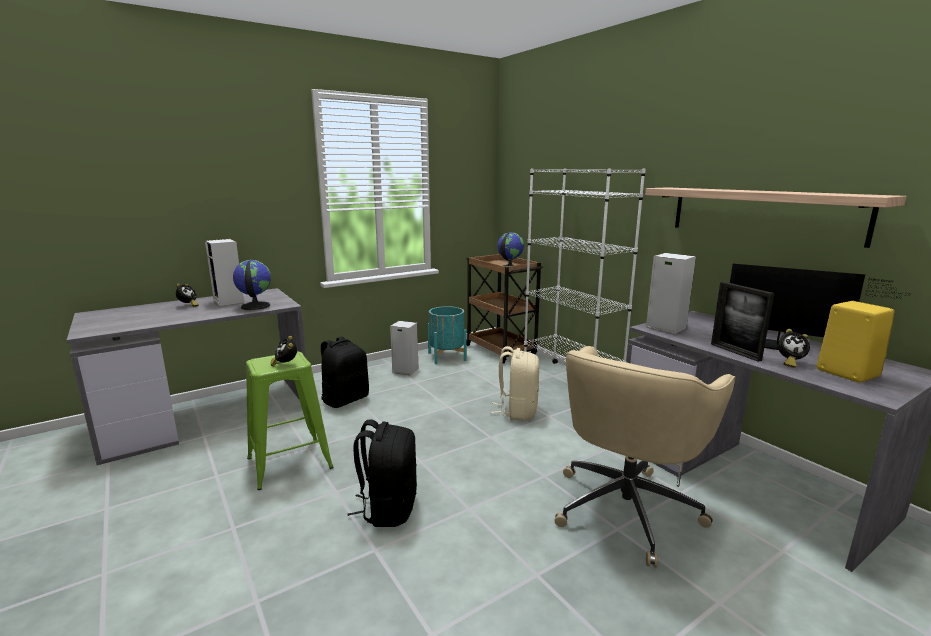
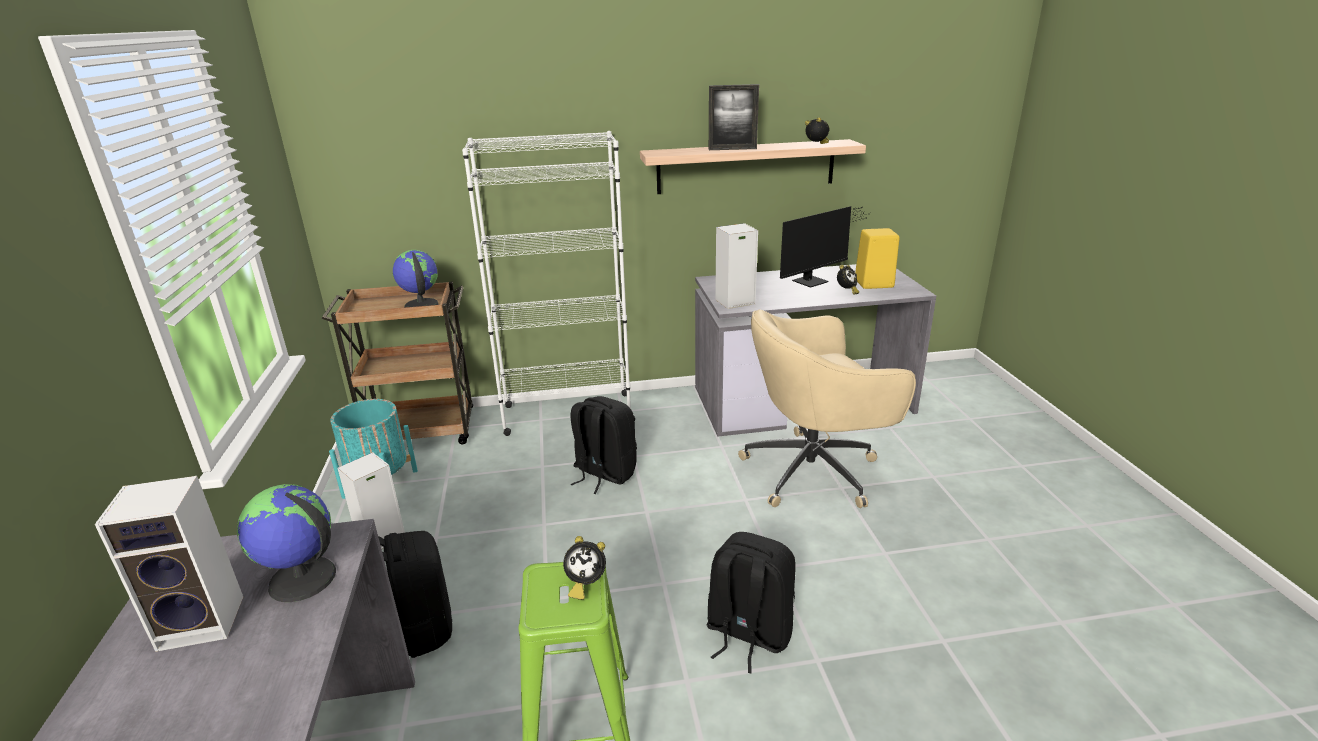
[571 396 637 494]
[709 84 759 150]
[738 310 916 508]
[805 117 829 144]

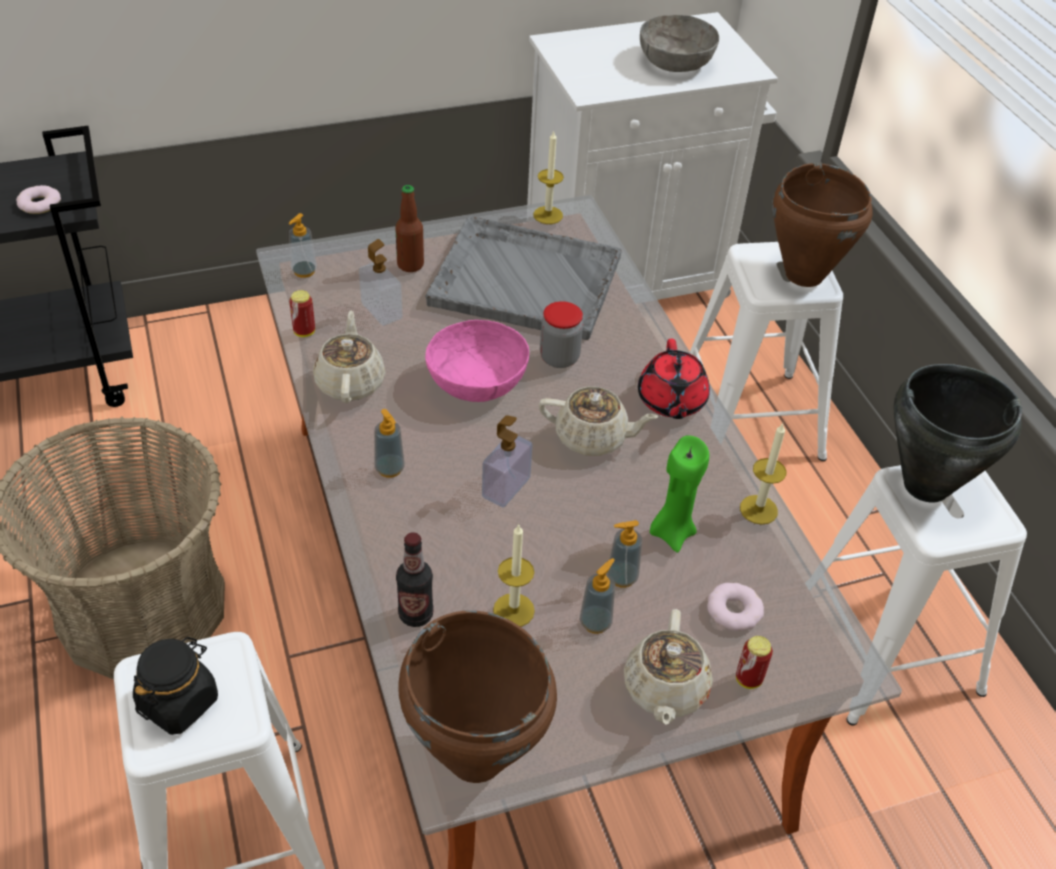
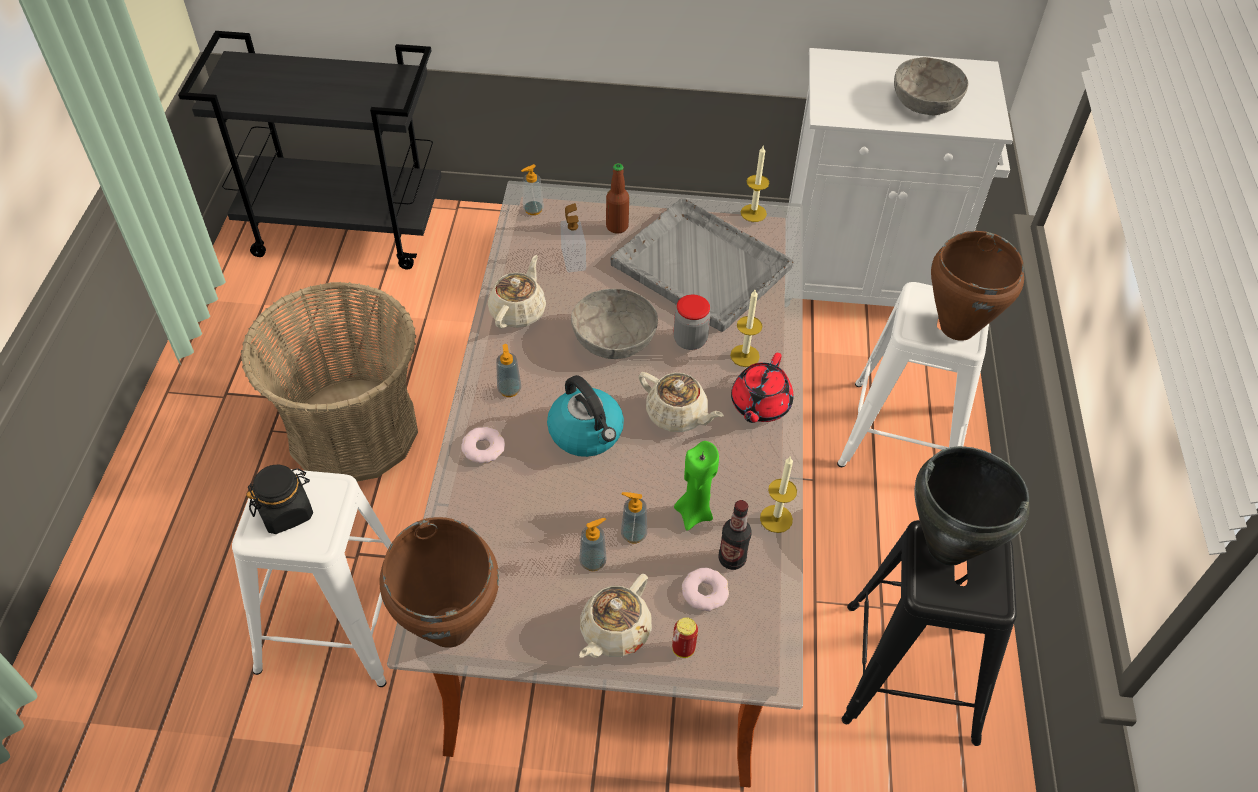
[461 427 505 463]
[547 375 624 457]
[571 289 658 359]
[718 500 752 570]
[730 290 762 367]
[842 520 1017 746]
[289 290 315 337] (first image)

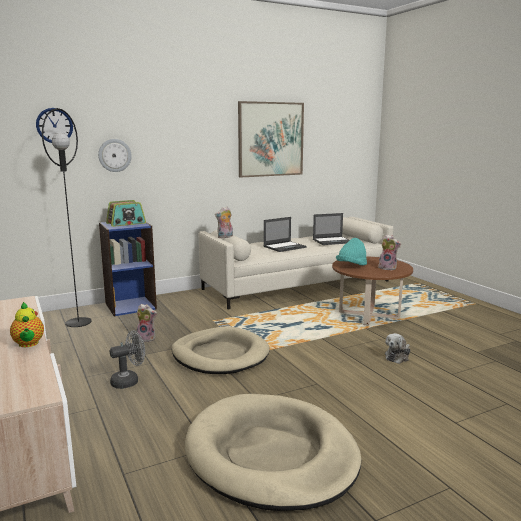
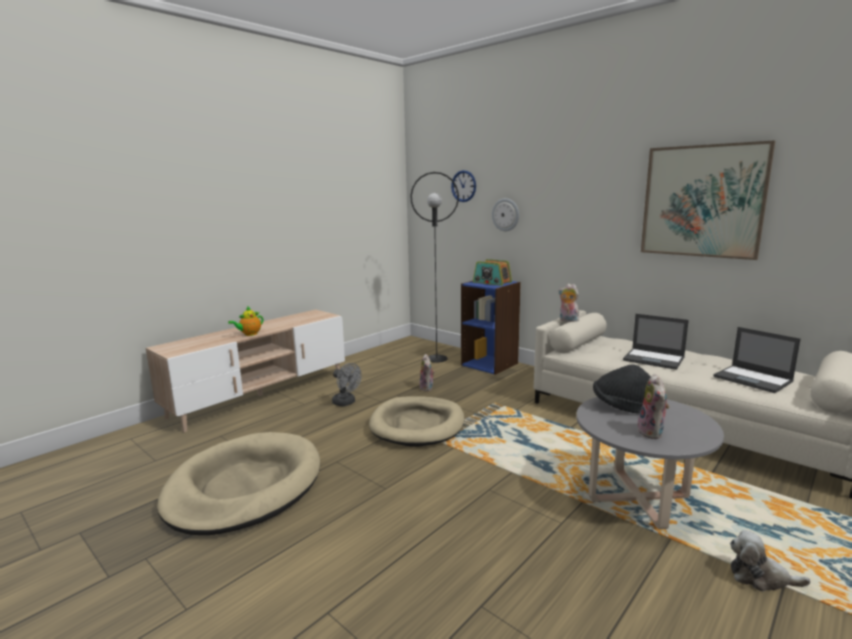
[576 397 724 529]
[593 364 651 414]
[730 530 811 592]

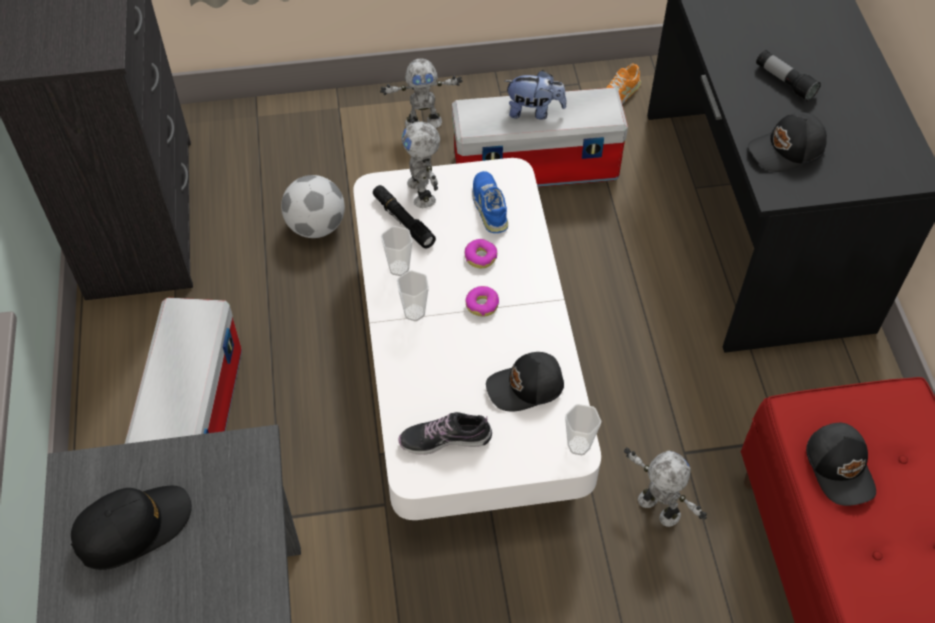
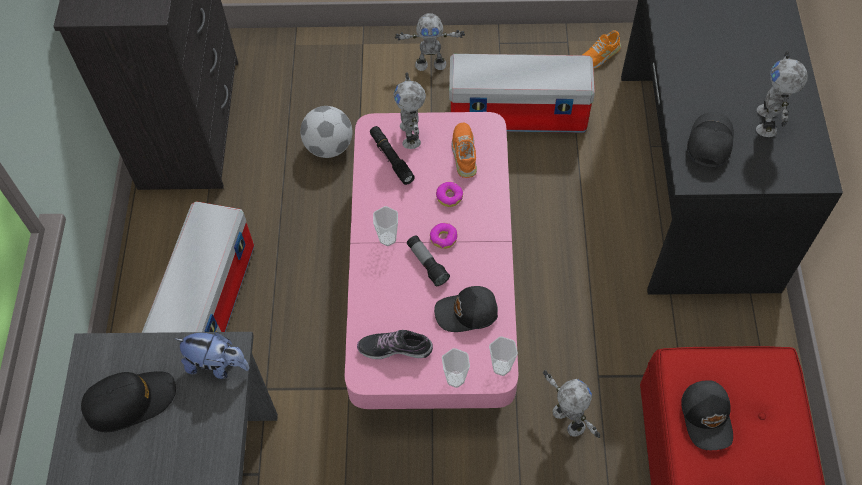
[174 332 249 379]
[345 112 518 409]
[407 235 450 286]
[442 348 470 388]
[451 122 477 178]
[687 112 734 167]
[756 51 808 137]

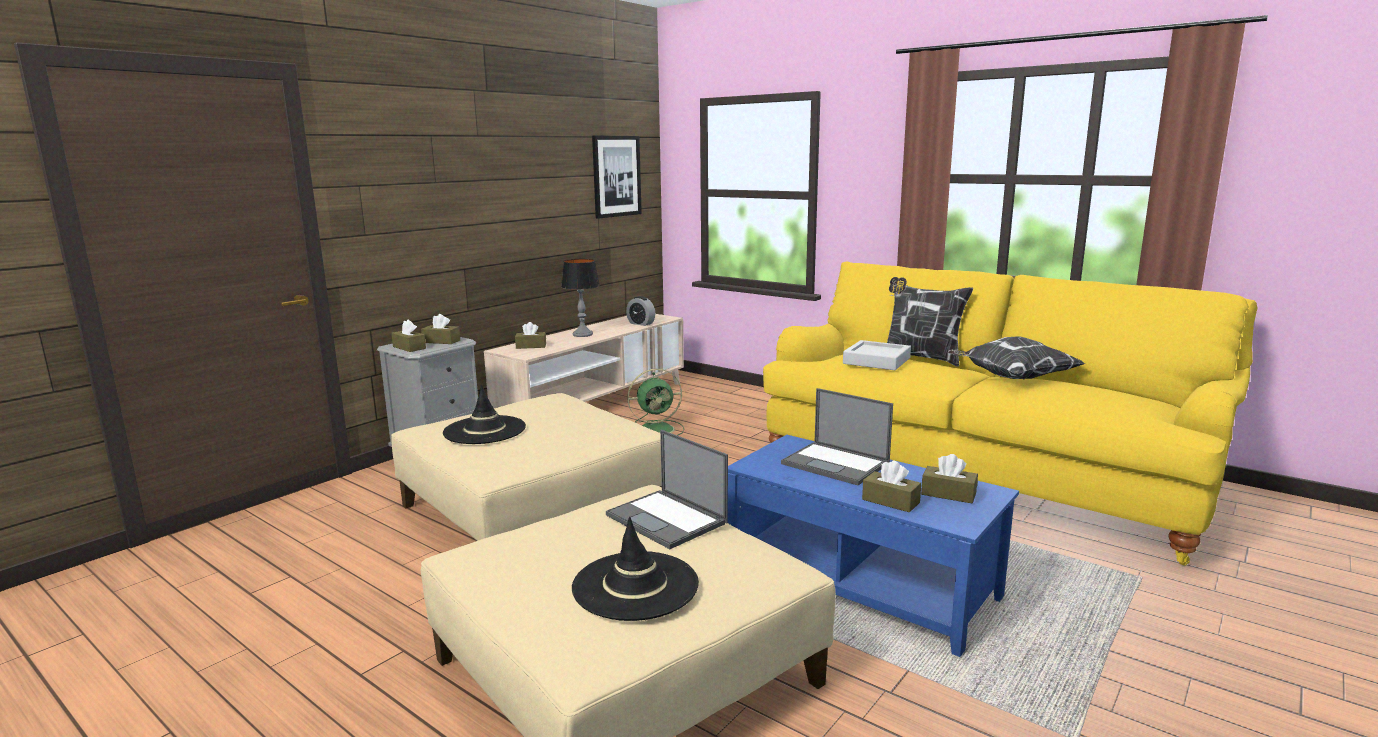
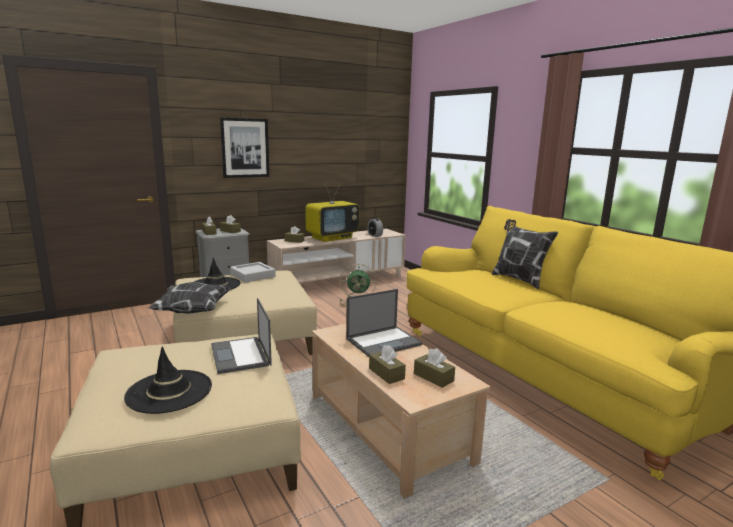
[148 282 231 314]
[220 117 269 178]
[230 262 276 282]
[305 182 359 242]
[312 324 491 498]
[346 289 422 357]

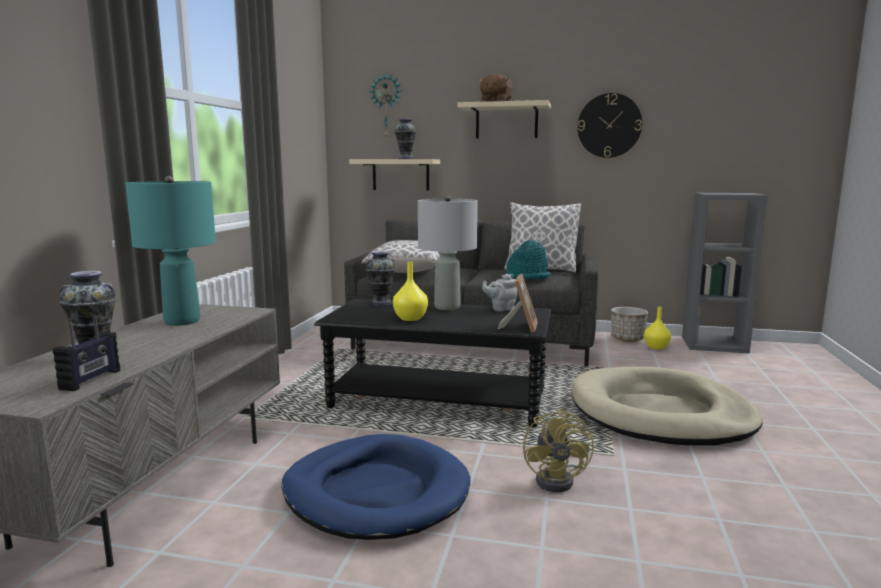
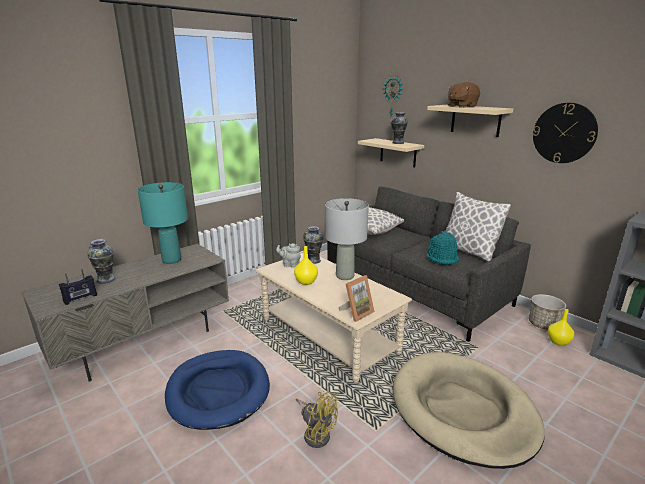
[255 253 412 383]
[276 243 301 268]
[296 391 338 448]

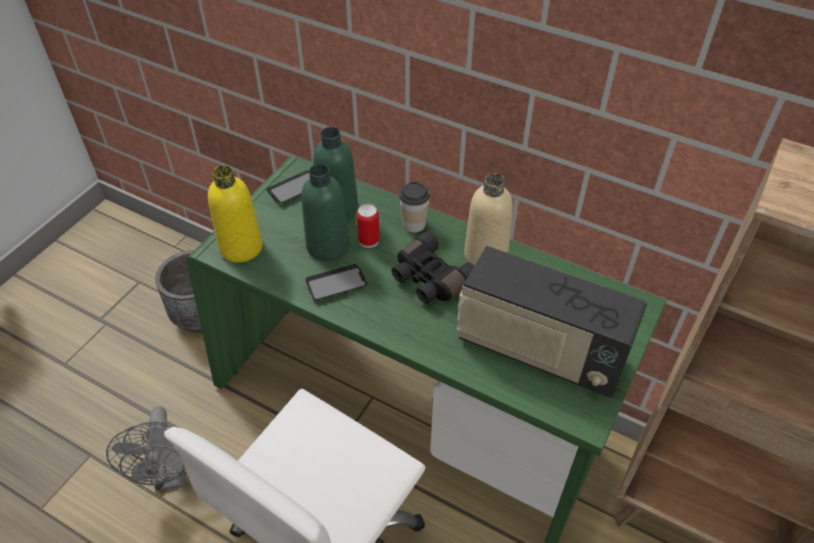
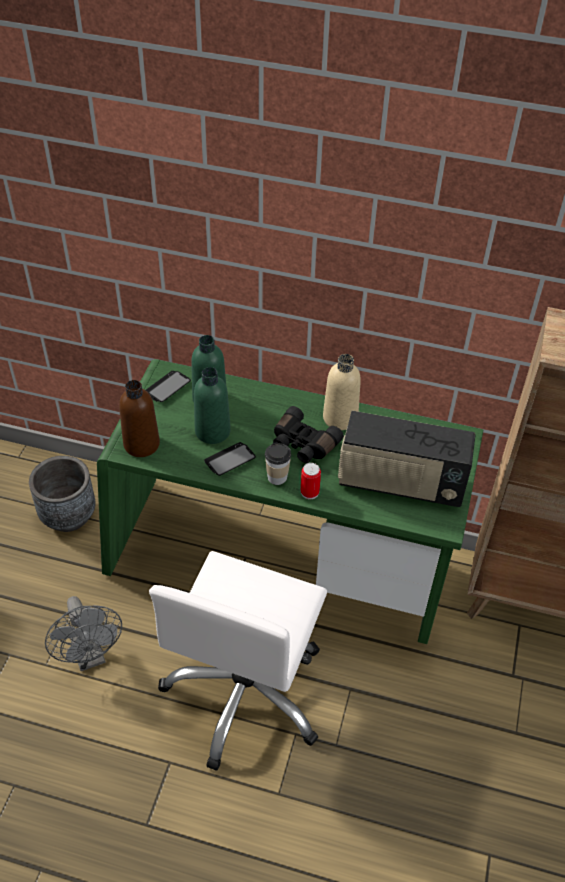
[119 380 160 457]
[265 443 291 485]
[301 463 321 499]

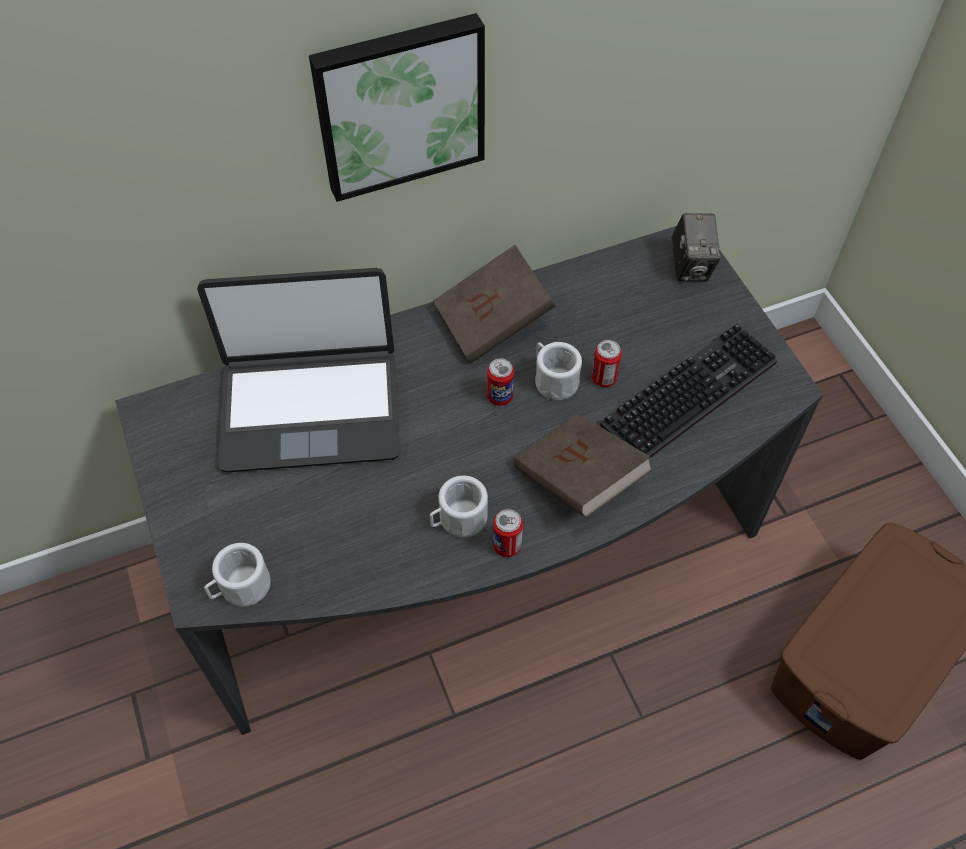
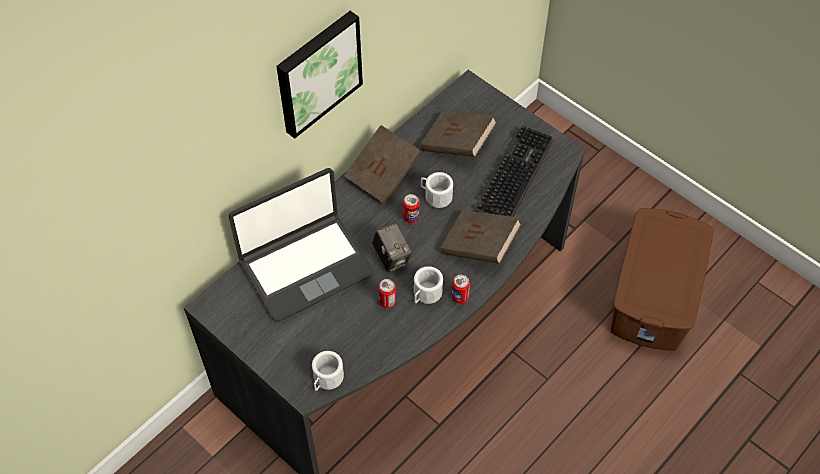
[372 223 412 272]
[378 279 396 308]
[420 111 497 157]

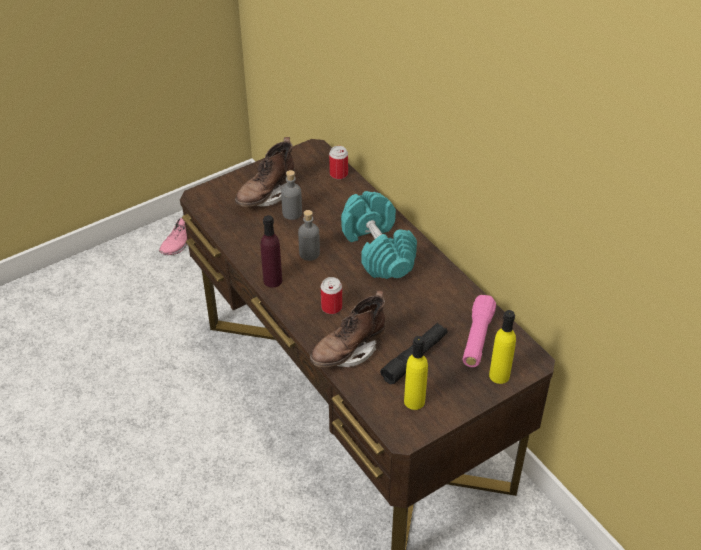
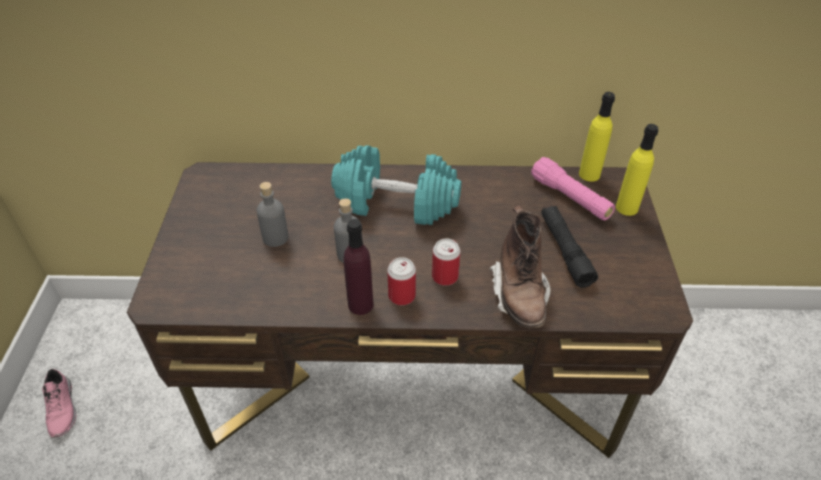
[387 257 416 305]
[579 92 615 182]
[235 137 295 207] (first image)

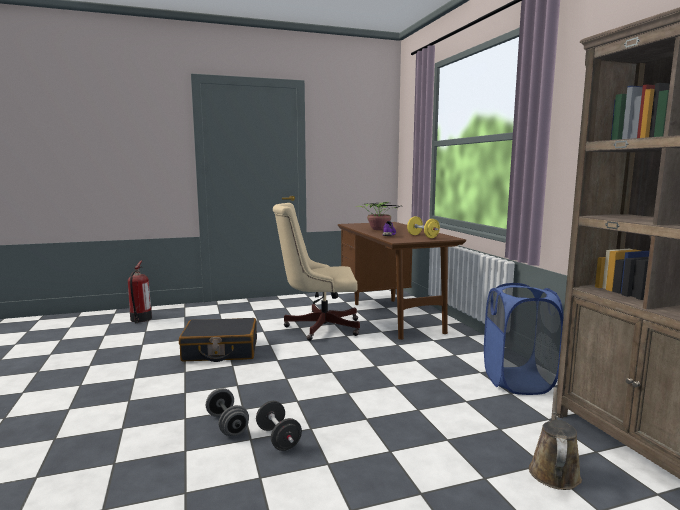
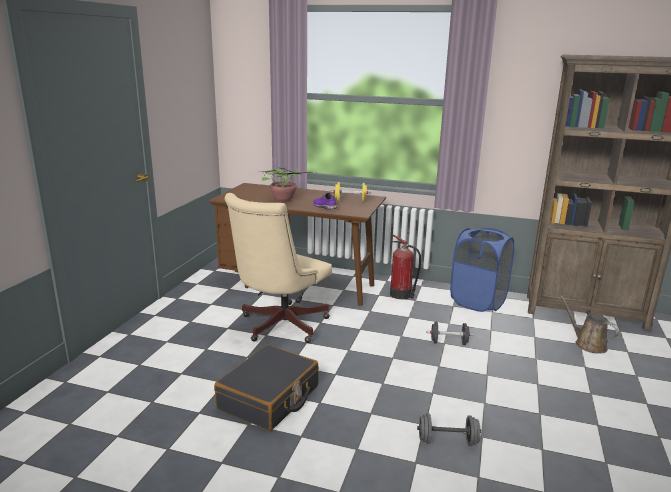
[390 235 421 299]
[427 321 474 345]

